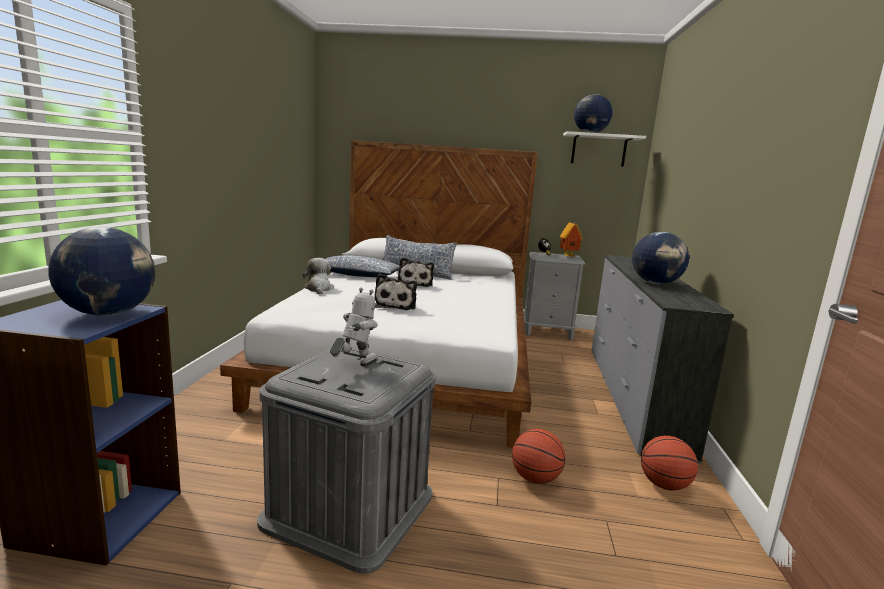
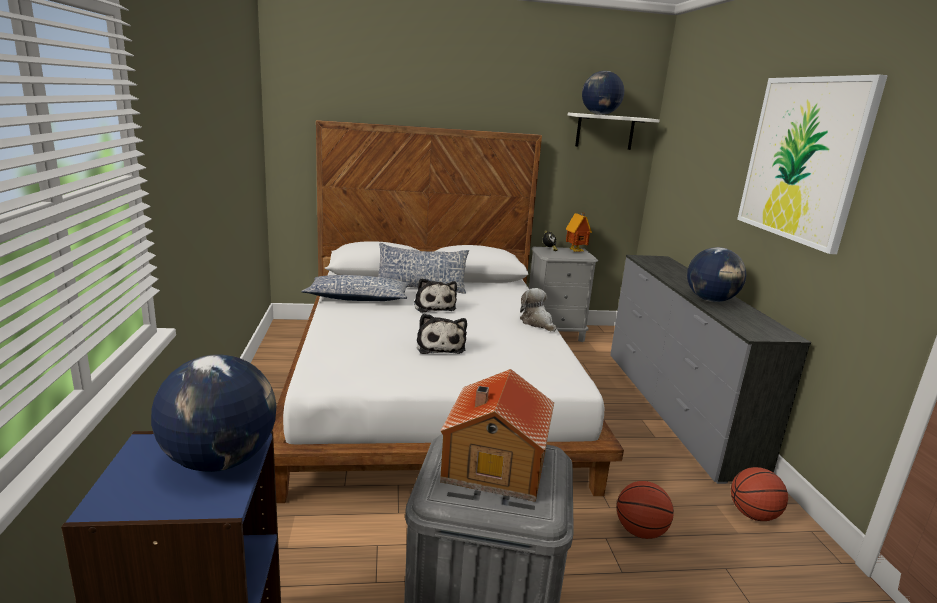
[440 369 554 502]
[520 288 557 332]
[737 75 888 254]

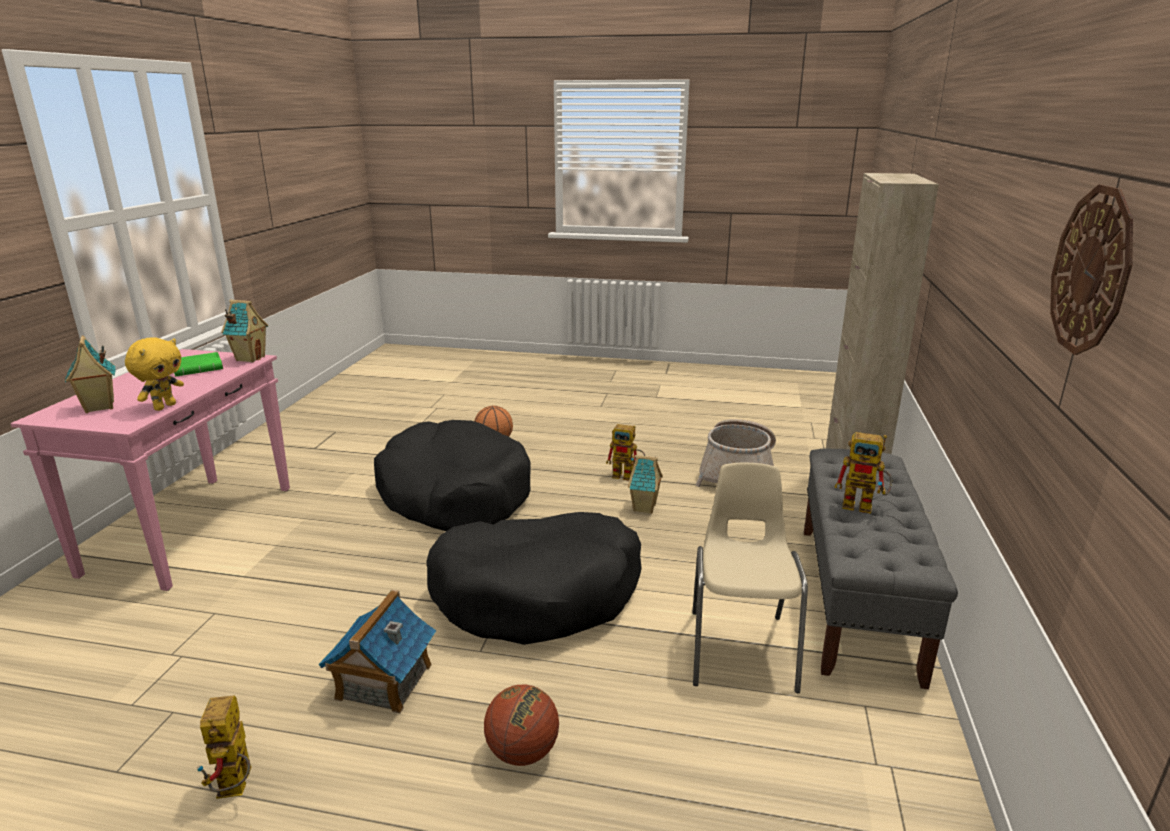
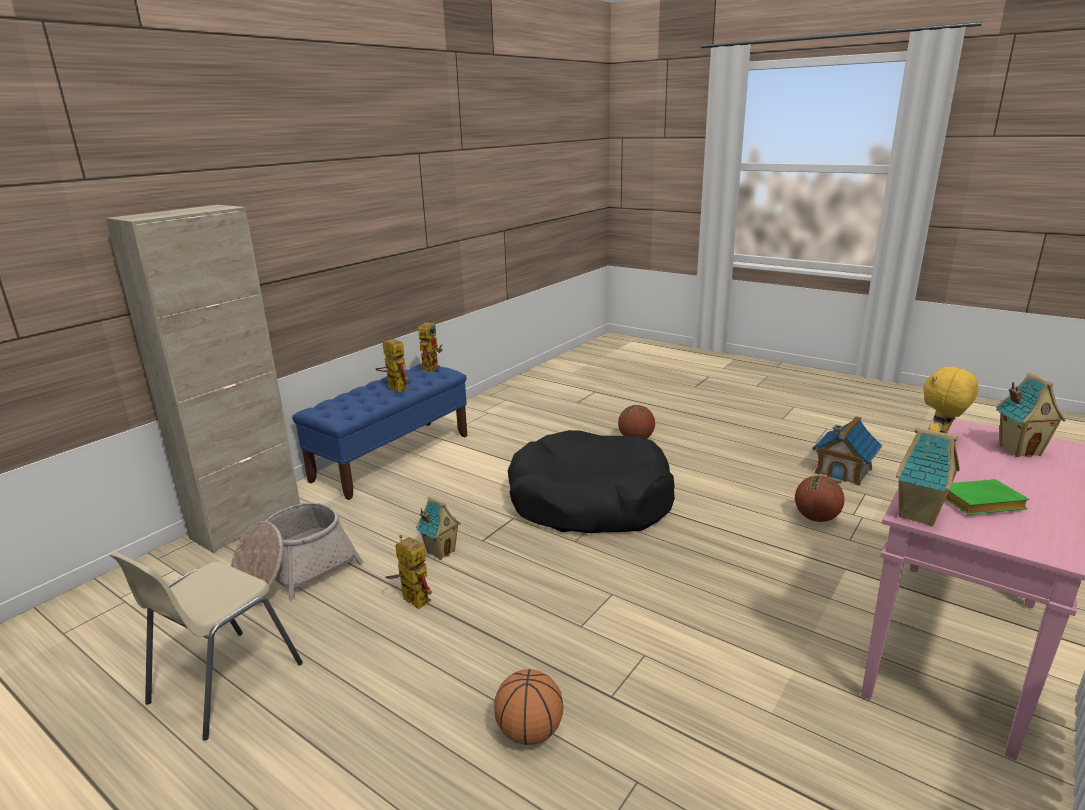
[110 551 303 740]
[292 364 467 500]
[418 319 442 372]
[795 475 844 522]
[812 416 883 486]
[374 420 530 531] (first image)
[1050 184 1133 355] (first image)

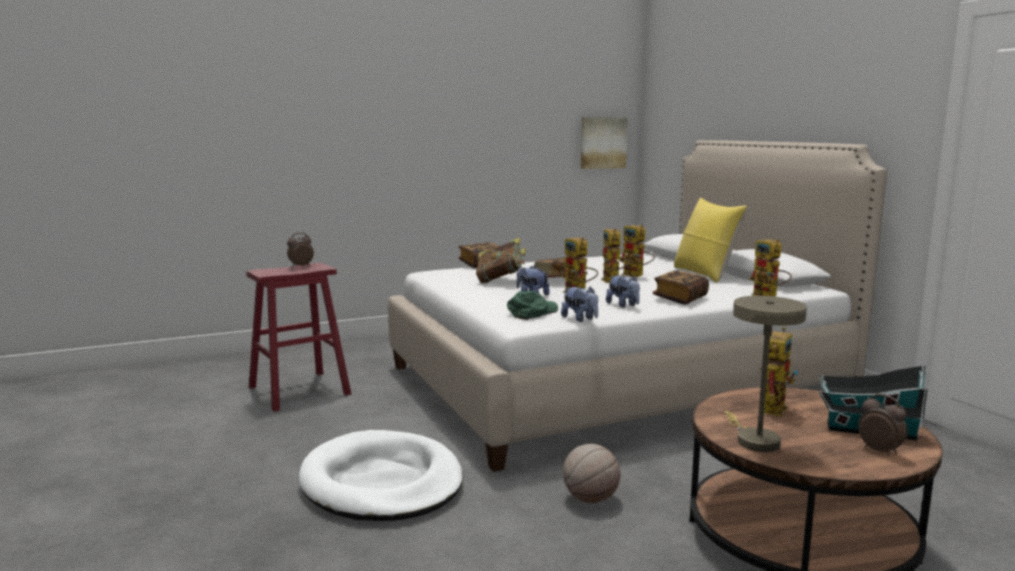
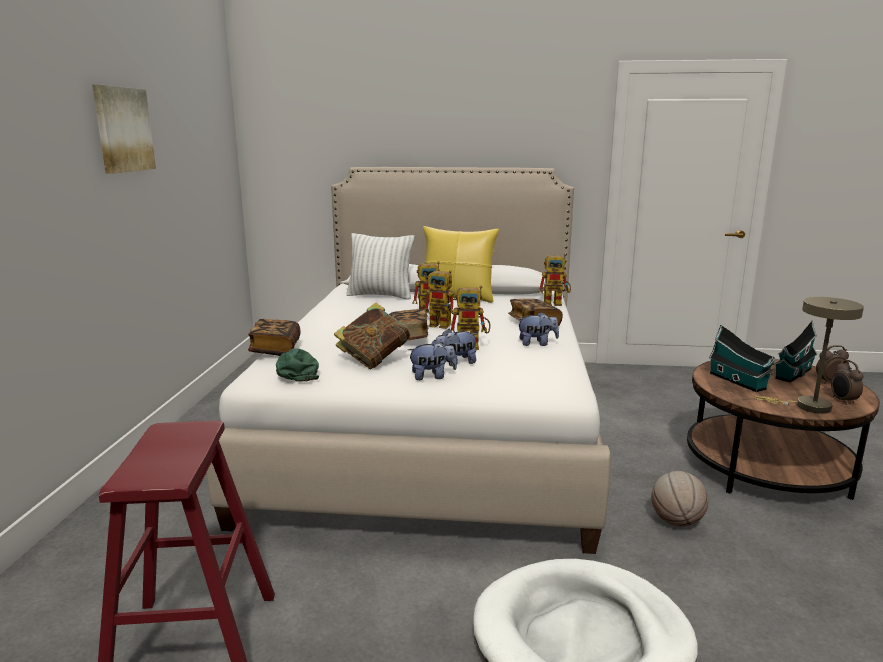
[92 85 156 174]
[276 348 319 382]
[346 233 414 300]
[408 340 457 380]
[709 324 775 392]
[831 360 863 405]

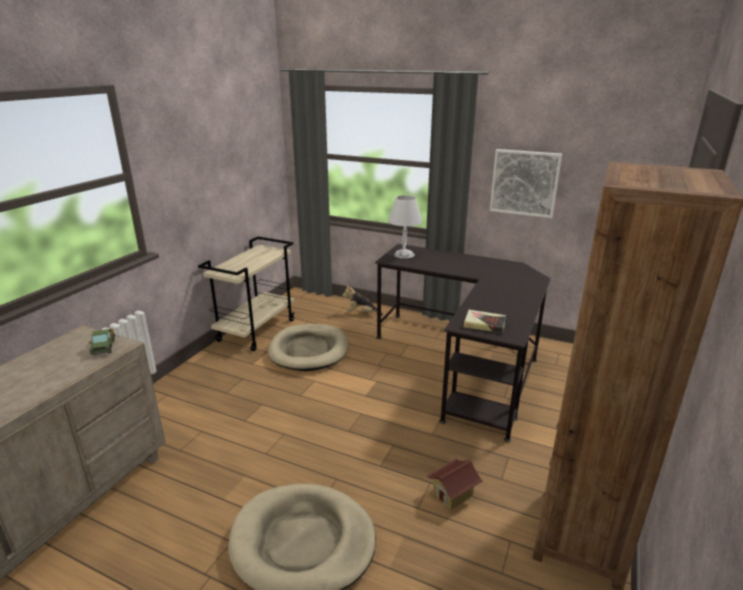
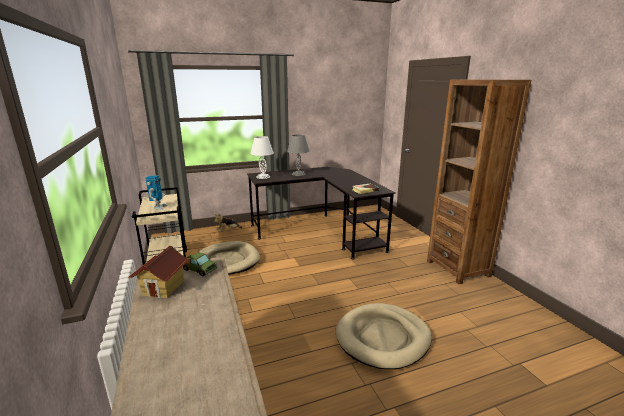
[129 246 189 298]
[145 175 168 210]
[287 134 309 176]
[490 149 562 218] (first image)

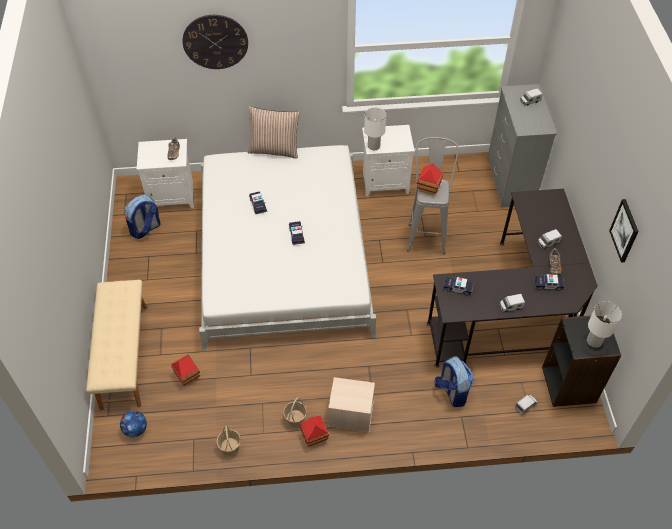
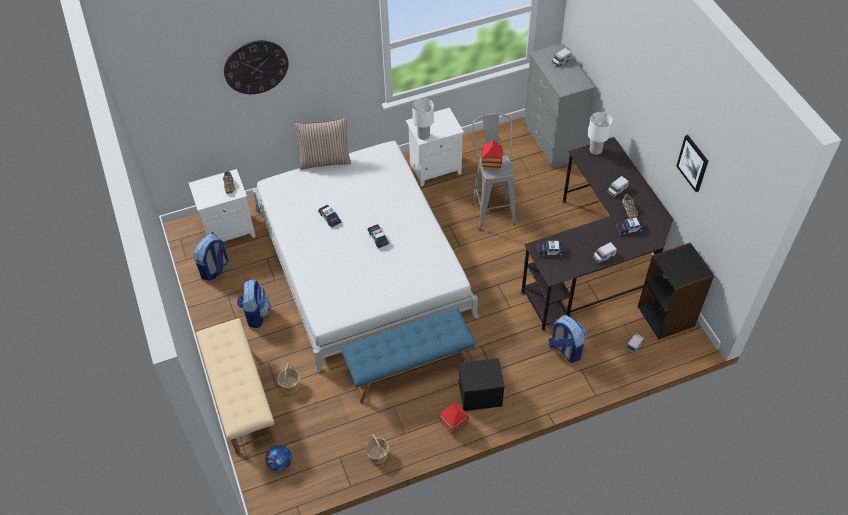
[237 279 271 328]
[277 363 300 394]
[341 308 476 403]
[459 358 505 411]
[588 112 613 155]
[171 355 200 386] (first image)

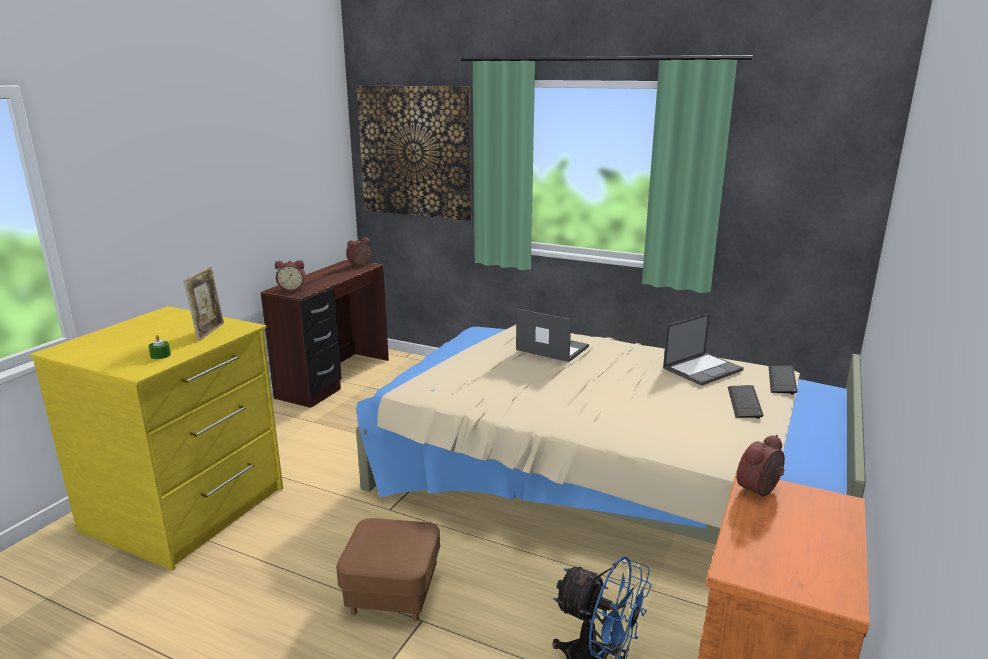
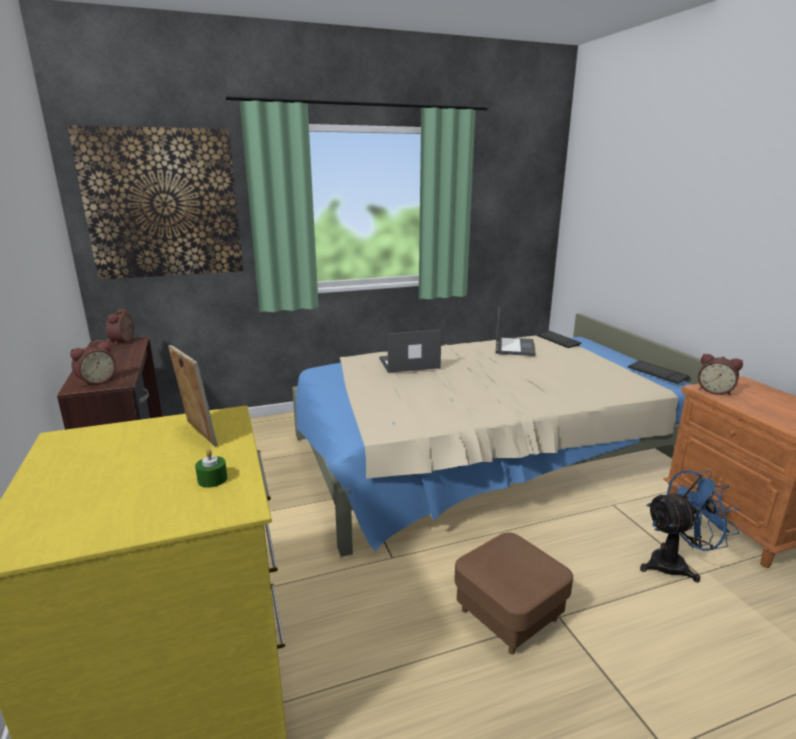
[628 360 690 384]
[698 354 743 396]

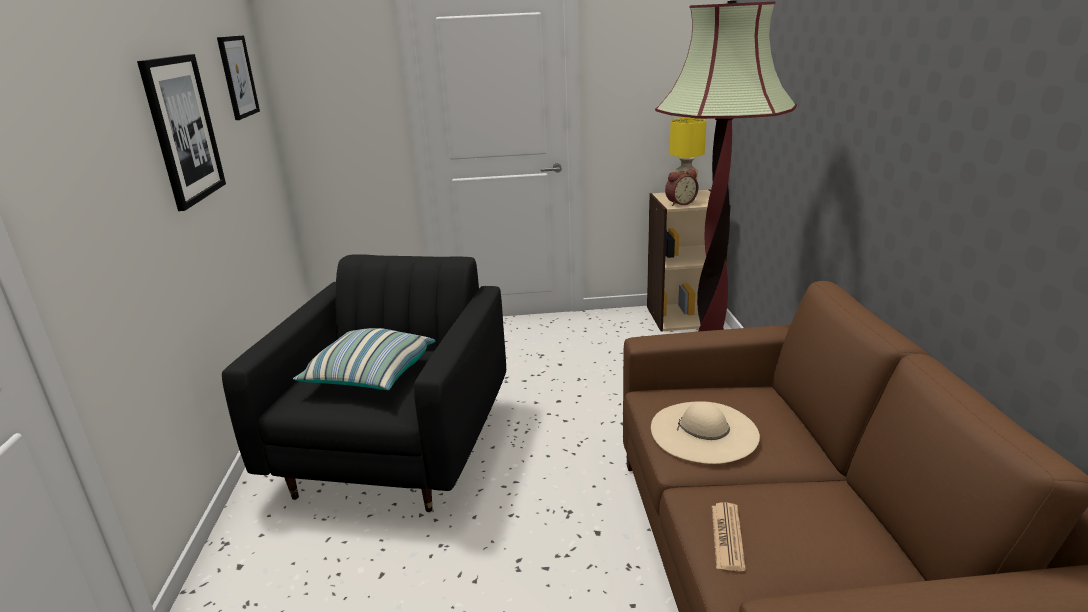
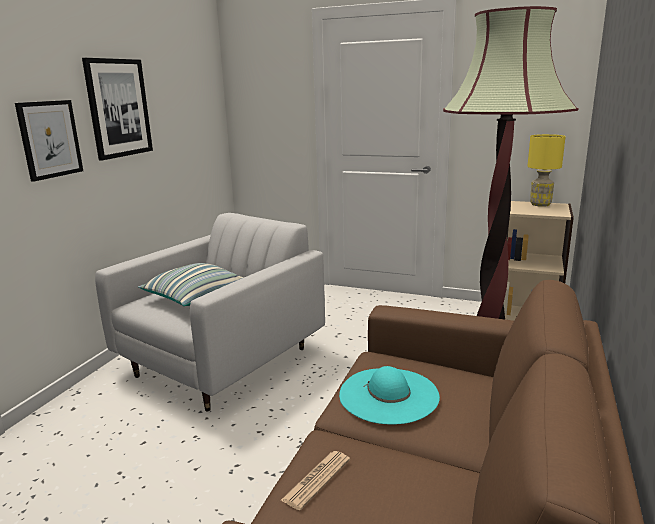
[15 100 83 182]
[95 213 325 412]
[339 366 440 424]
[665 169 699 206] (first image)

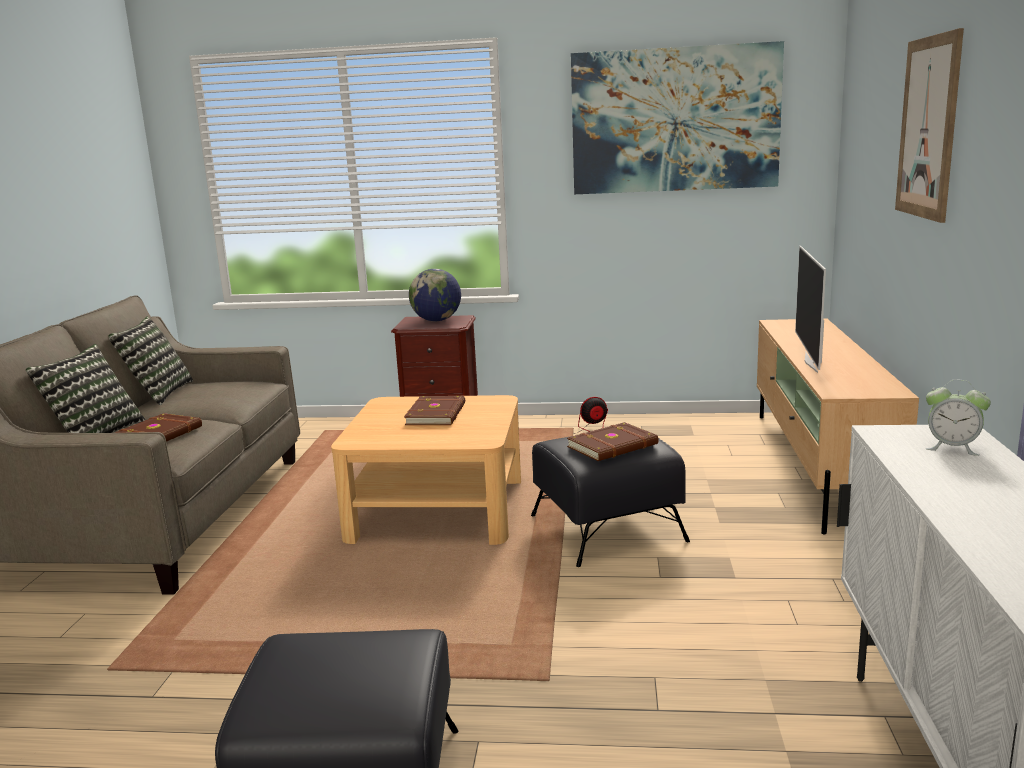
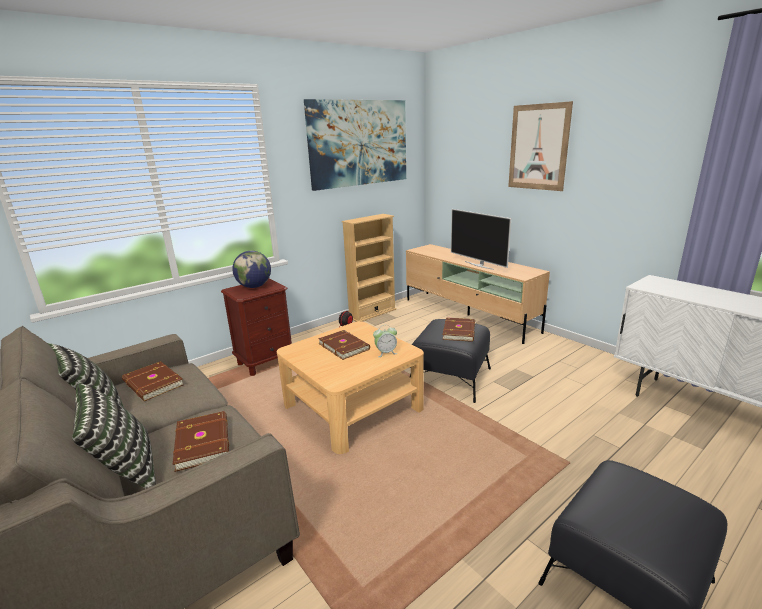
[122 361 184 401]
[342 214 396 322]
[373 325 397 357]

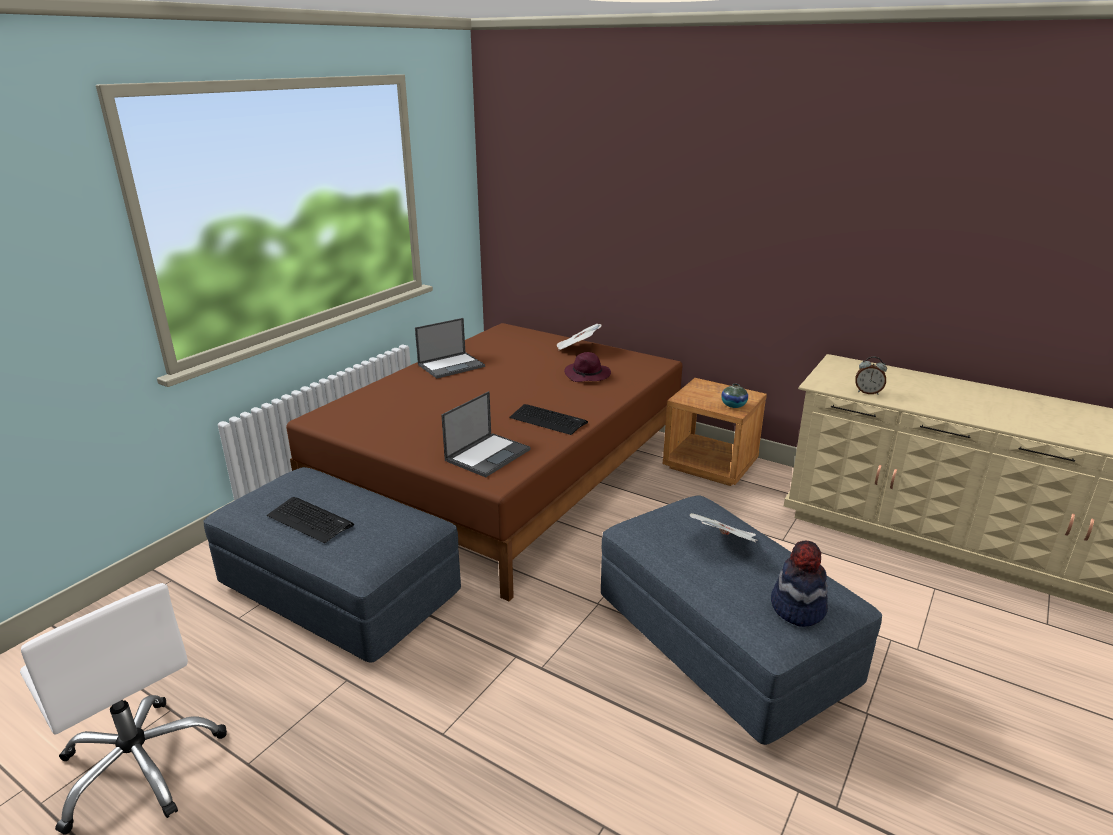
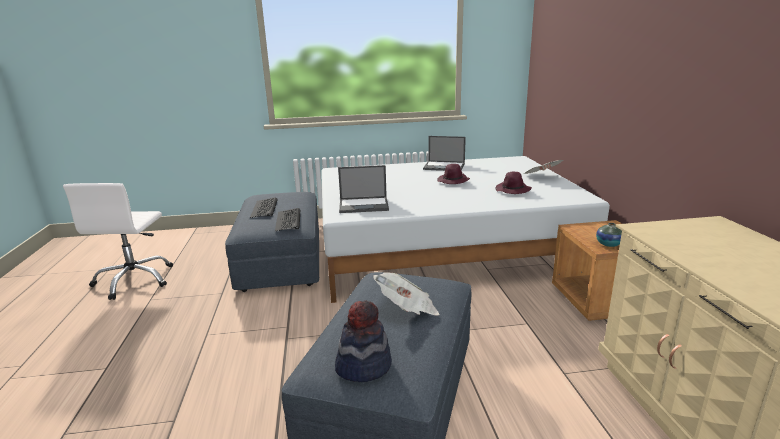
[275 208 300 231]
[321 156 610 303]
[437 164 470 184]
[856 357 887 395] (first image)

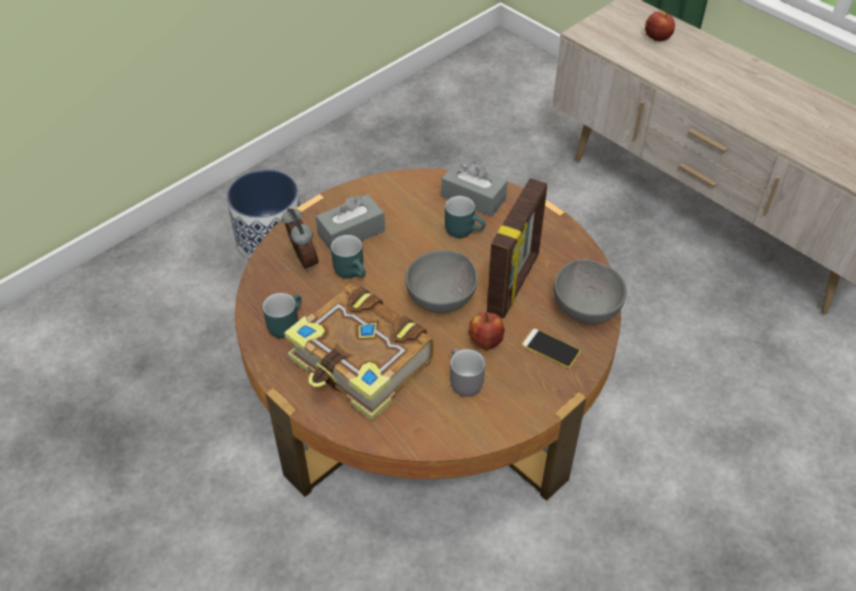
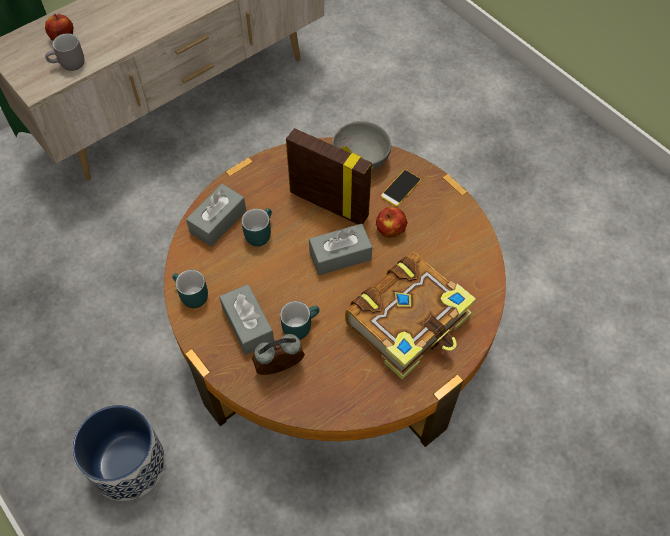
[45 33 84 71]
[172 270 208 308]
[309 224 372 275]

